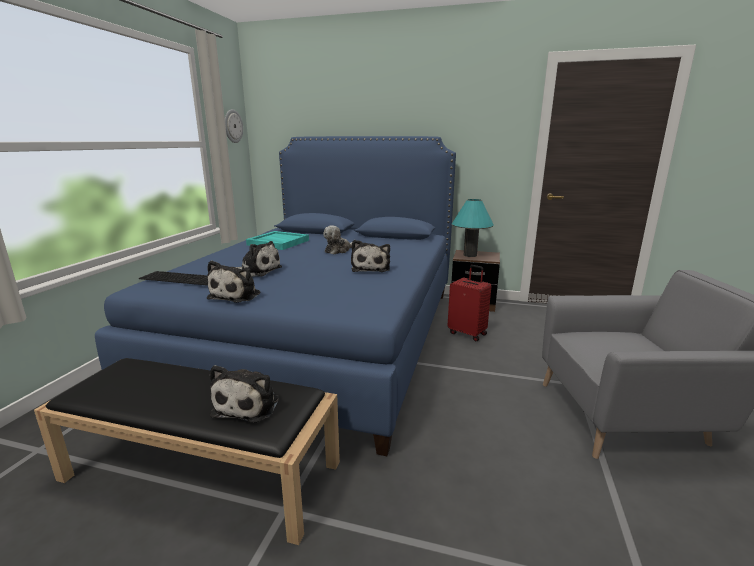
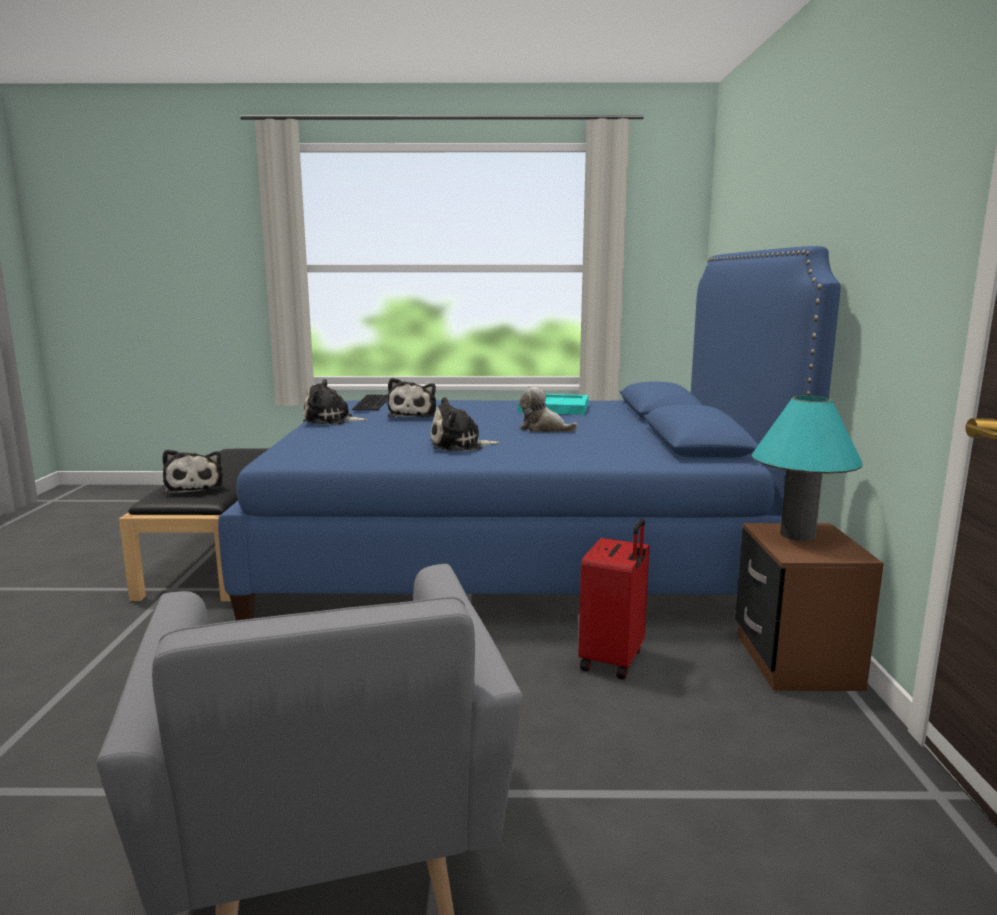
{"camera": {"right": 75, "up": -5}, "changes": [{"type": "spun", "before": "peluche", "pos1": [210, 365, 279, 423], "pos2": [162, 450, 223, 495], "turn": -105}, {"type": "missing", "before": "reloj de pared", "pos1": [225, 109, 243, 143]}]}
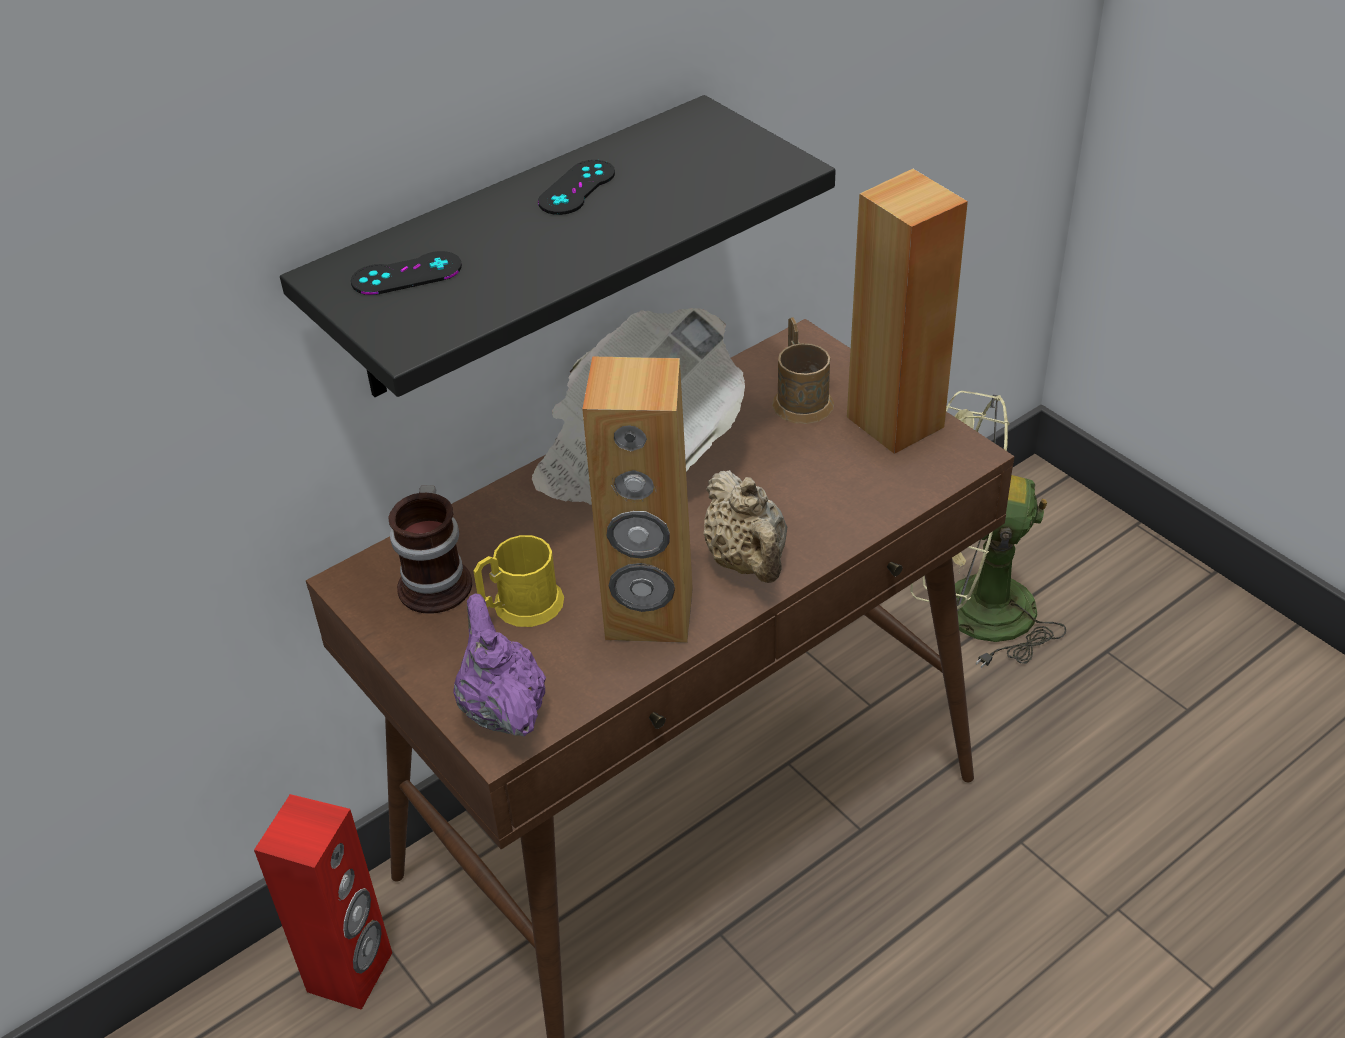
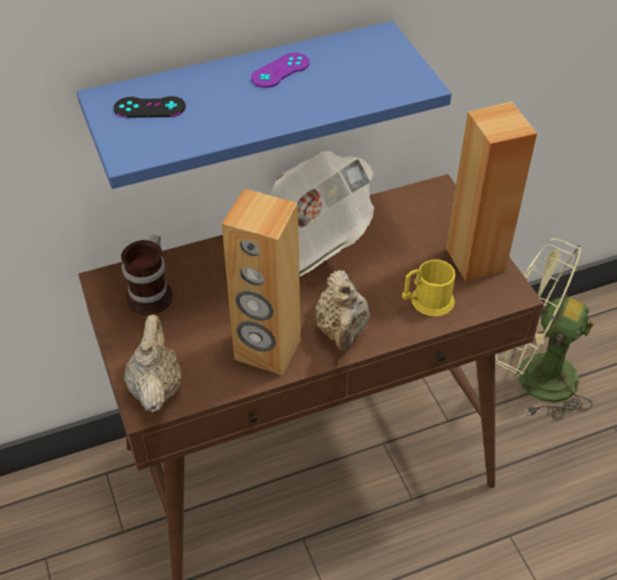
{"camera": {"right": 15, "up": 5}, "changes": [{"type": "colour", "before": "estante (negro)", "after": "estante (azul)", "pos1": [280, 95, 836, 397], "pos2": [77, 21, 452, 189]}, {"type": "colour", "before": "tetera (morado)", "after": "tetera (beis)", "pos1": [453, 594, 546, 737], "pos2": [124, 314, 182, 413]}, {"type": "colour", "before": "mando de consola (negro)", "after": "mando de consola (morado)", "pos1": [538, 160, 615, 215], "pos2": [251, 53, 310, 88]}, {"type": "relocated", "before": "taza grande (amarillo)", "pos1": [473, 535, 564, 627], "pos2": [402, 260, 455, 316]}, {"type": "missing", "before": "altavoz (rojo)", "pos1": [254, 794, 392, 1010]}, {"type": "missing", "before": "taza grande (marrón)", "pos1": [772, 317, 834, 424]}]}
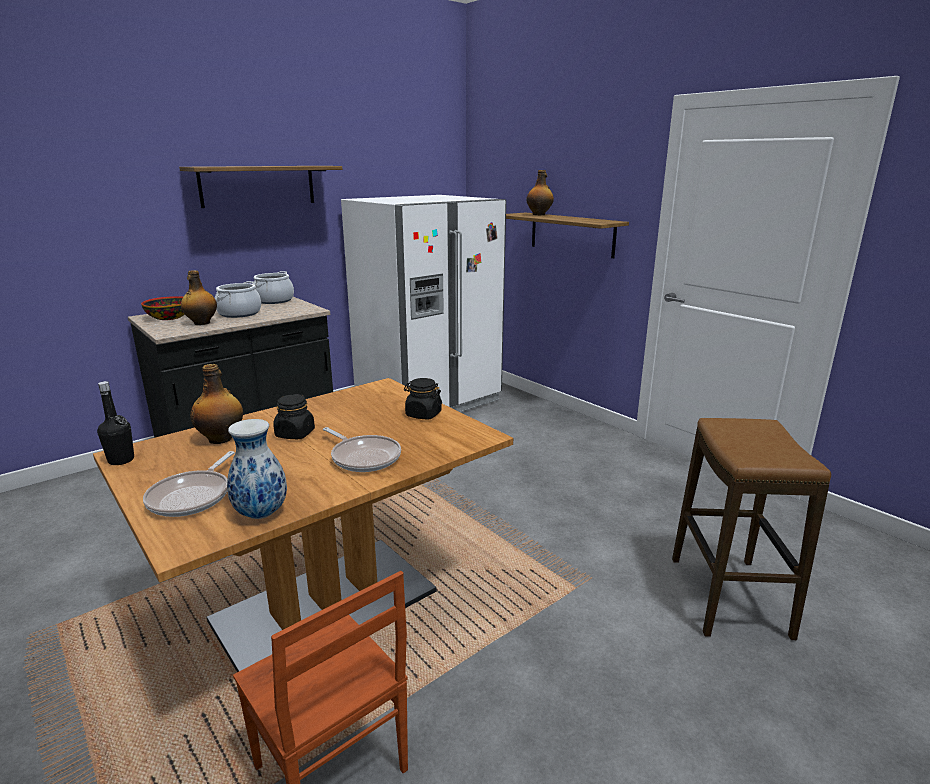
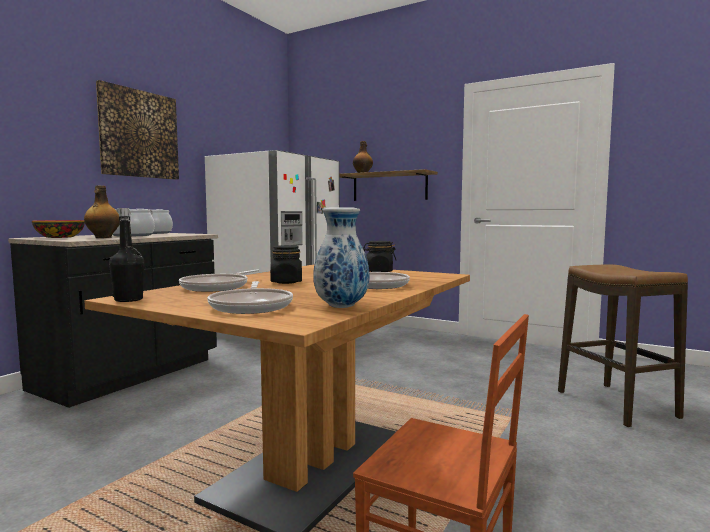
{"camera": {"right": -20, "up": -15}, "changes": [{"type": "exchanged", "before": "estante", "after": "cuadro", "pos1": [179, 166, 342, 208], "pos2": [96, 80, 179, 180]}, {"type": "exchanged", "before": "botella", "after": "sartén", "pos1": [190, 364, 243, 444], "pos2": [179, 270, 260, 292]}]}
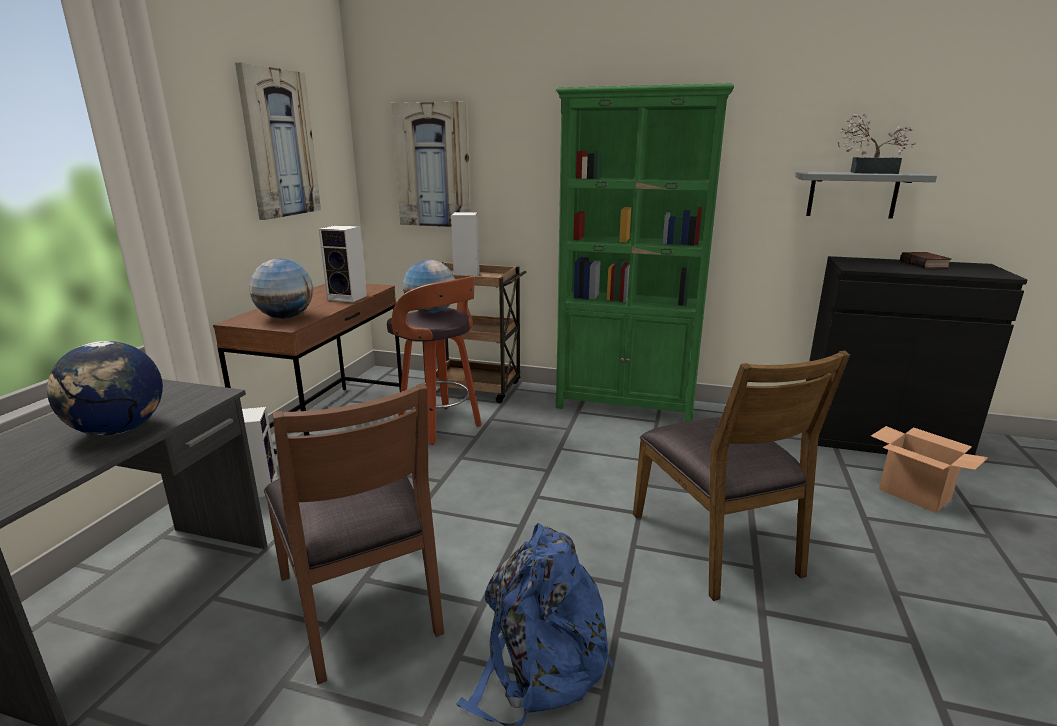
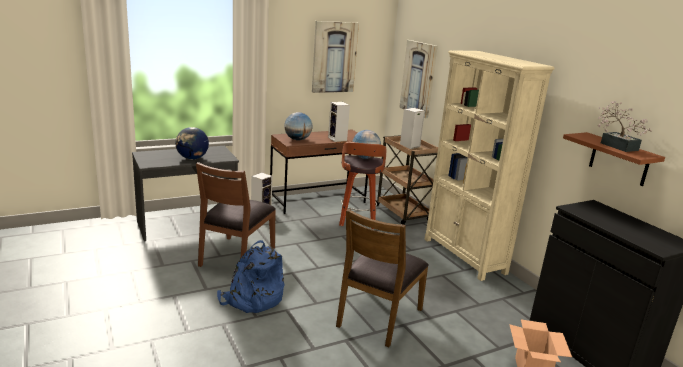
{"camera": {"right": 45, "up": 0}, "changes": [{"type": "colour", "before": "estantería (verde)", "after": "estantería (beis)", "pos1": [556, 83, 734, 422], "pos2": [424, 50, 555, 281]}, {"type": "colour", "before": "estante (gris)", "after": "estante (marrón)", "pos1": [795, 171, 937, 219], "pos2": [563, 132, 665, 186]}, {"type": "missing", "before": "libro", "pos1": [900, 252, 952, 268]}]}
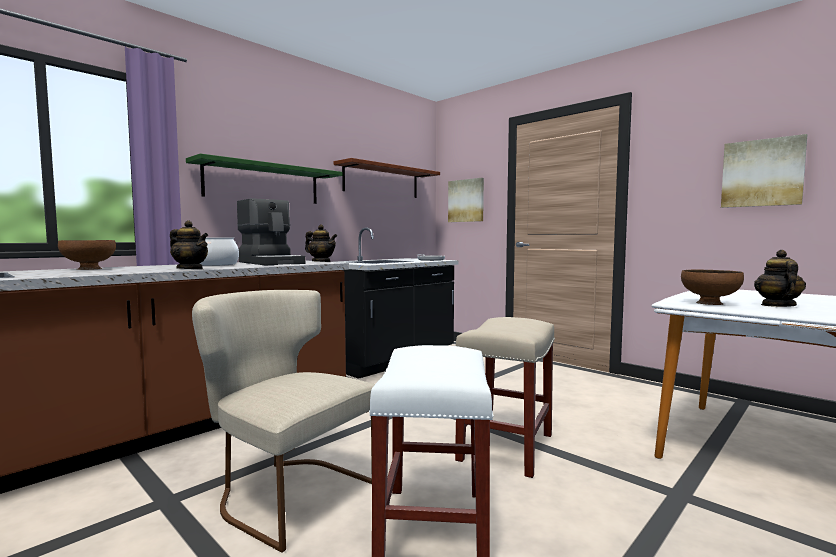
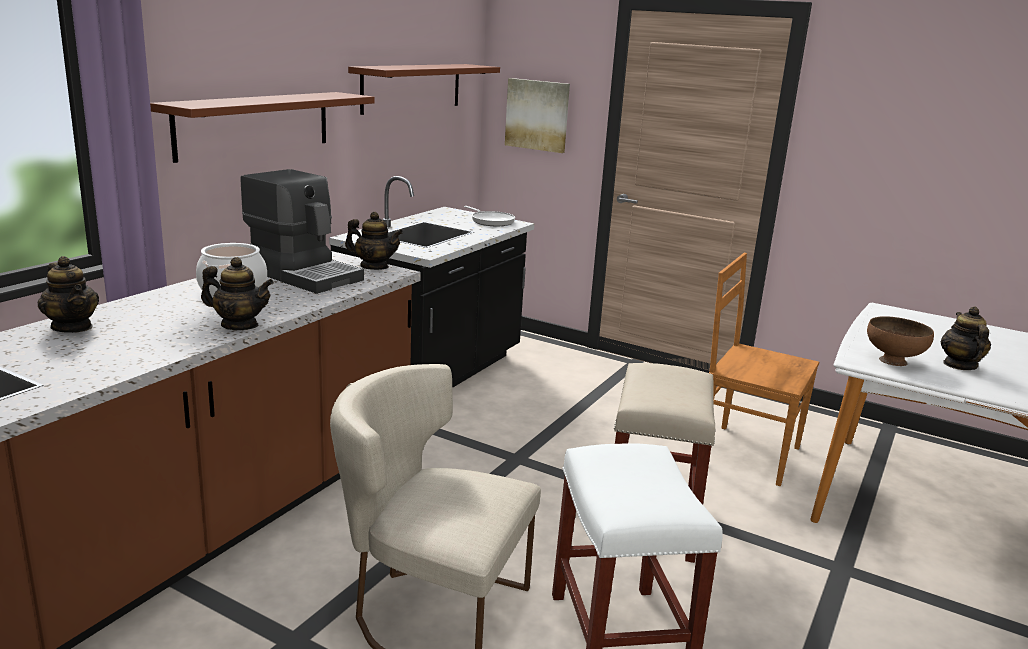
{"camera": {"right": -15, "up": 15}, "changes": [{"type": "exchanged", "before": "cuenco (marrón)", "after": "tetera", "pos1": [58, 240, 116, 270], "pos2": [38, 256, 99, 333]}, {"type": "colour", "before": "estante (verde)", "after": "estante (marrón)", "pos1": [186, 153, 342, 204], "pos2": [150, 92, 375, 163]}, {"type": "appeared", "after": "silla (marrón)", "pos2": [709, 253, 819, 486]}, {"type": "missing", "before": "cuadro", "pos1": [721, 134, 807, 208]}]}
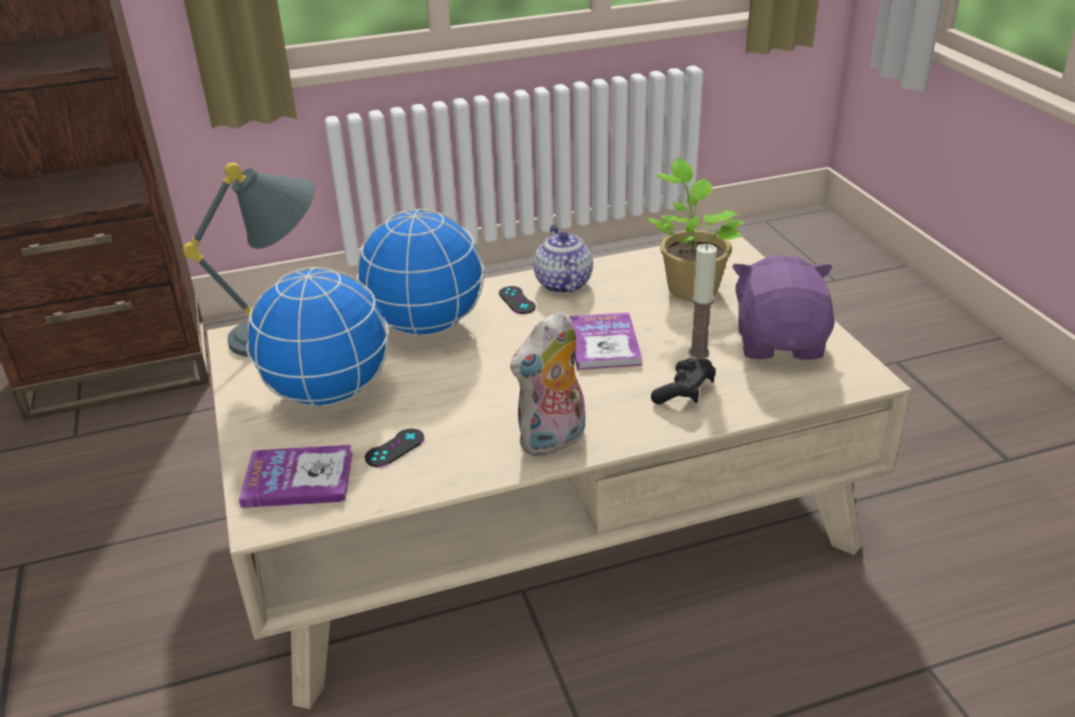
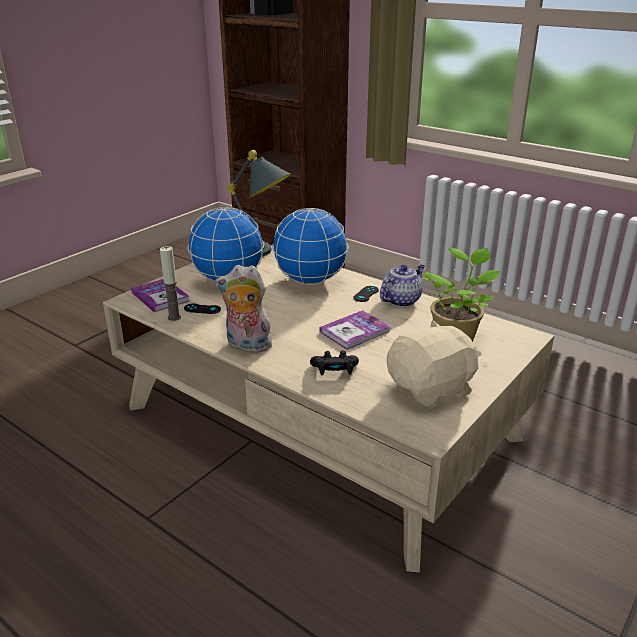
{"camera": {"right": 55, "up": -5}, "changes": [{"type": "relocated", "before": "vela", "pos1": [689, 244, 717, 359], "pos2": [160, 246, 181, 321]}, {"type": "colour", "before": "peluche (morado)", "after": "peluche (beis)", "pos1": [732, 255, 835, 360], "pos2": [387, 320, 482, 409]}]}
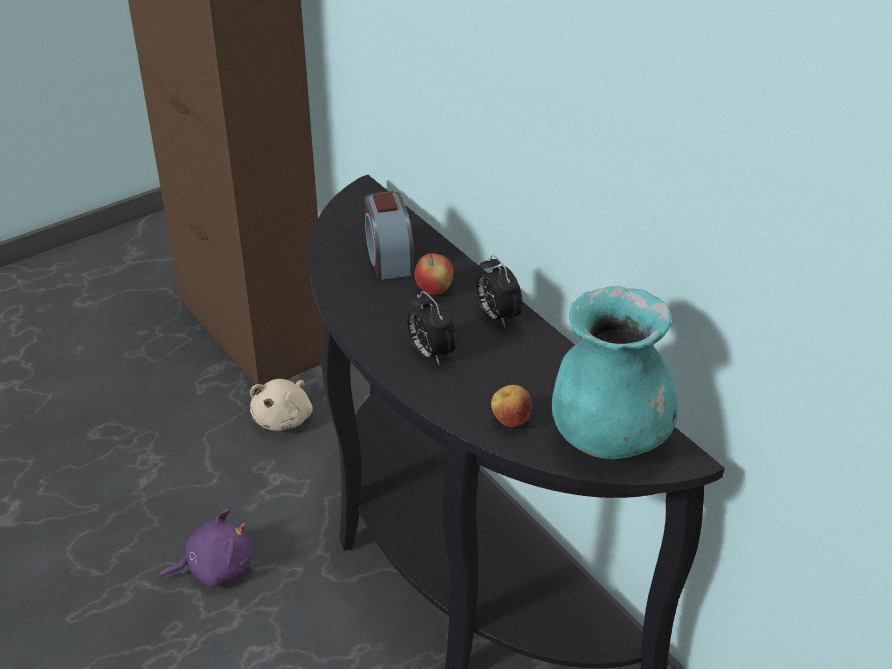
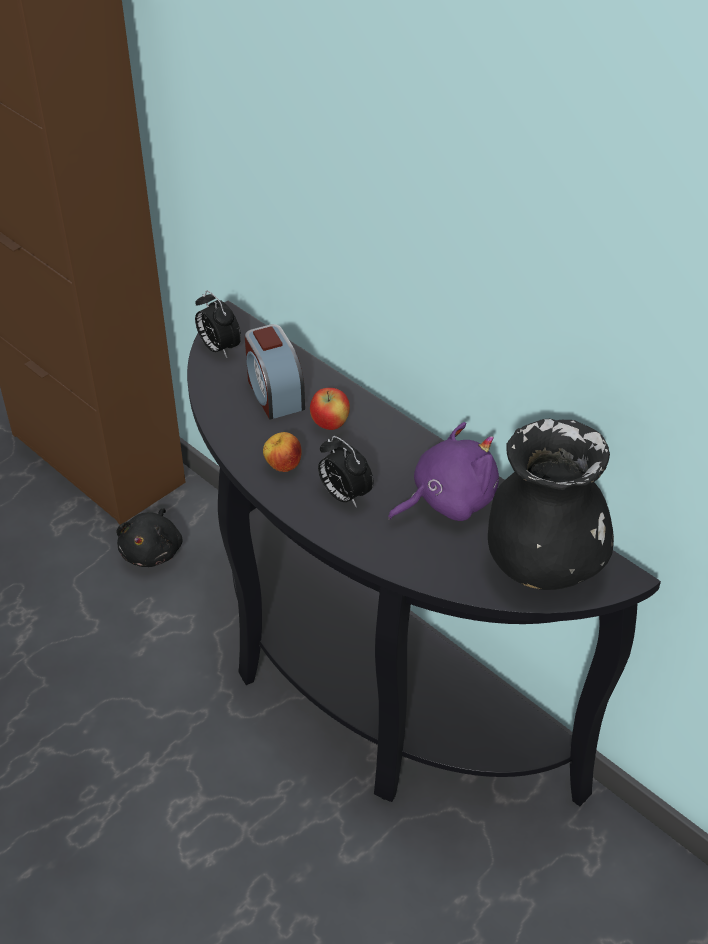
{"camera": {"right": -10, "up": 5}, "changes": [{"type": "colour", "before": "peluche (beis)", "after": "peluche (negro)", "pos1": [250, 379, 313, 431], "pos2": [116, 508, 183, 567]}, {"type": "relocated", "before": "despertador", "pos1": [476, 255, 523, 328], "pos2": [195, 291, 241, 358]}, {"type": "relocated", "before": "manzana", "pos1": [491, 385, 532, 427], "pos2": [263, 432, 302, 472]}, {"type": "relocated", "before": "peluche (morado)", "pos1": [159, 509, 252, 587], "pos2": [388, 422, 499, 521]}, {"type": "colour", "before": "florero (turquesa)", "after": "florero (negro)", "pos1": [552, 286, 678, 459], "pos2": [488, 419, 614, 590]}]}
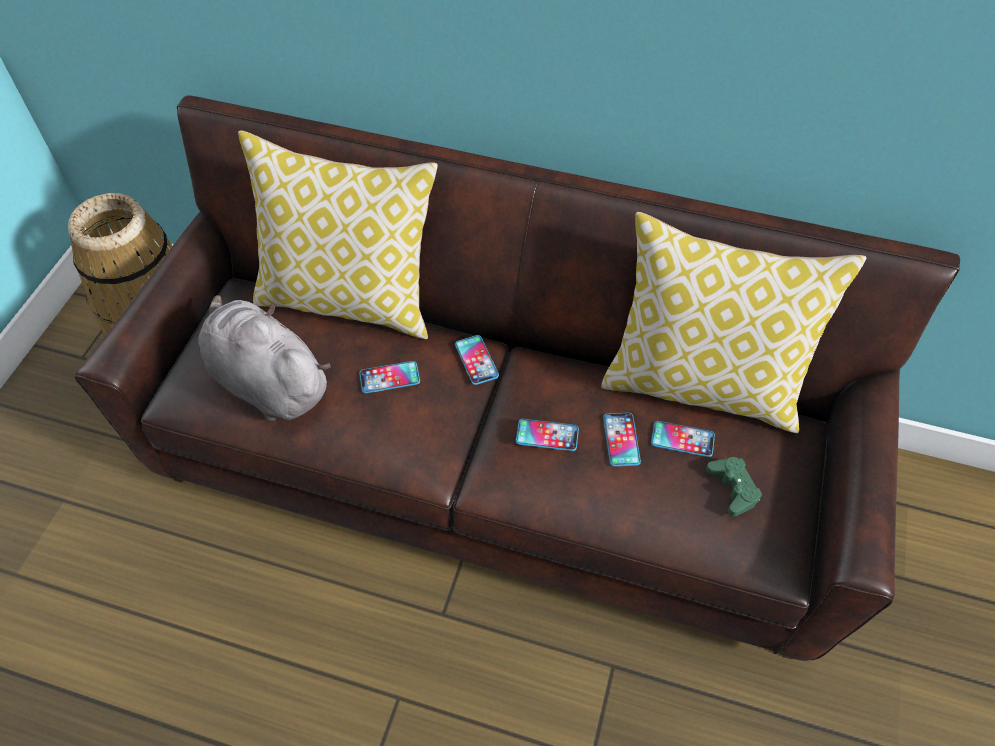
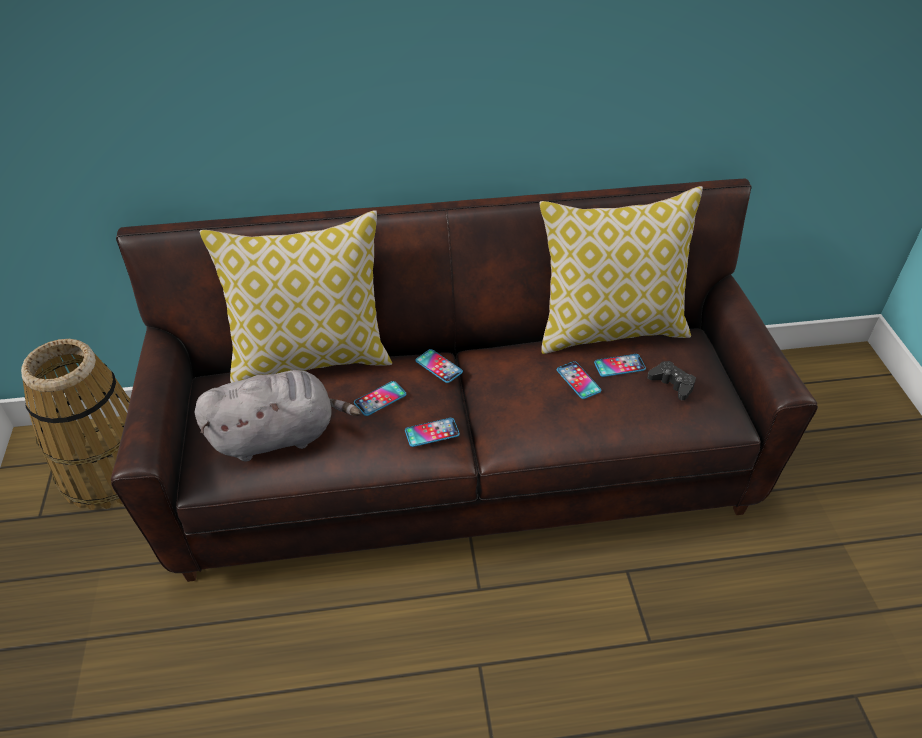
{"camera": {"right": -25, "up": -10}, "changes": [{"type": "spun", "before": "peluche (gris)", "pos1": [198, 295, 331, 421], "pos2": [194, 370, 361, 462], "turn": 150}, {"type": "relocated", "before": "móvil", "pos1": [516, 419, 579, 451], "pos2": [405, 418, 460, 447]}, {"type": "colour", "before": "mando de consola (verde)", "after": "mando de consola (negro)", "pos1": [706, 457, 762, 517], "pos2": [647, 361, 696, 400]}]}
